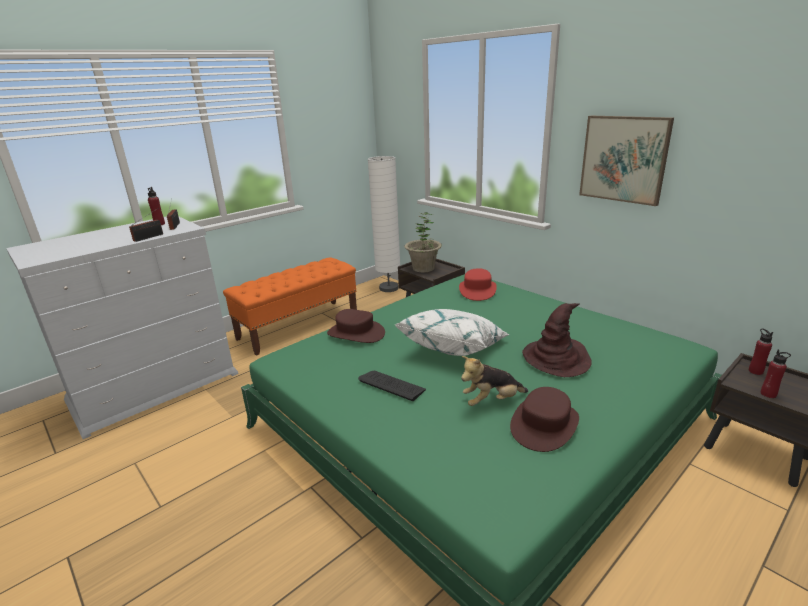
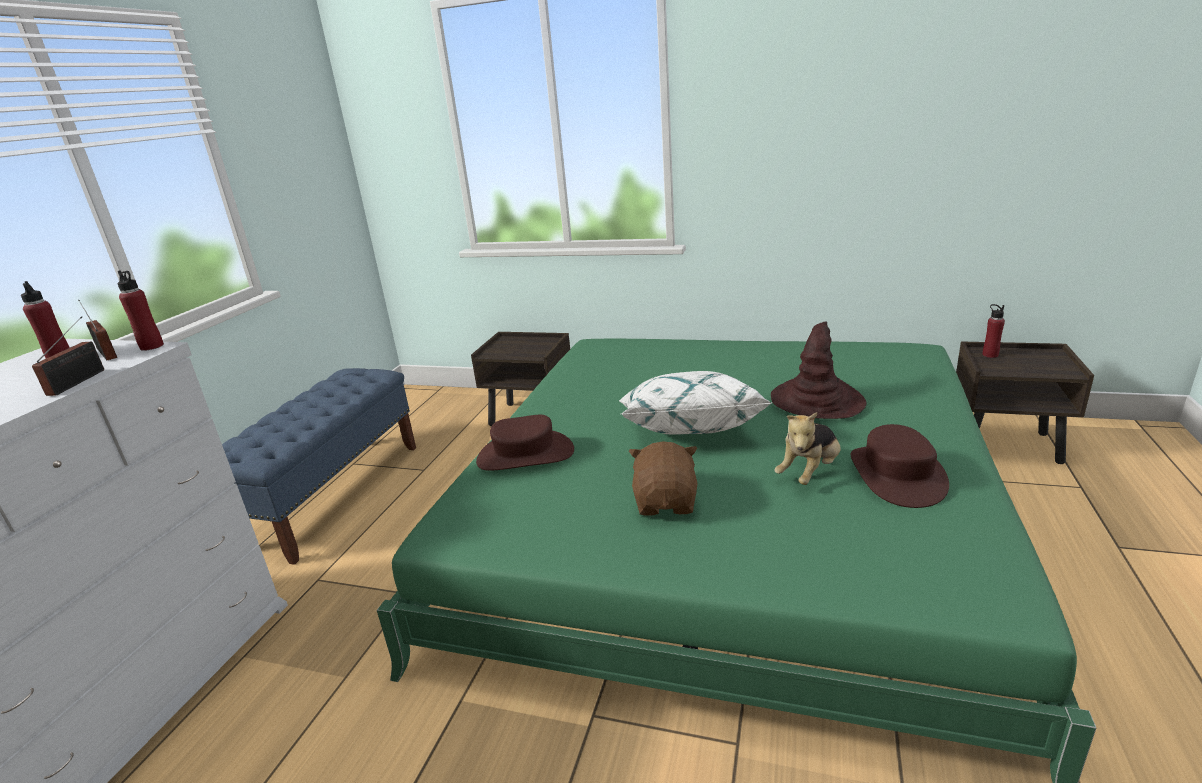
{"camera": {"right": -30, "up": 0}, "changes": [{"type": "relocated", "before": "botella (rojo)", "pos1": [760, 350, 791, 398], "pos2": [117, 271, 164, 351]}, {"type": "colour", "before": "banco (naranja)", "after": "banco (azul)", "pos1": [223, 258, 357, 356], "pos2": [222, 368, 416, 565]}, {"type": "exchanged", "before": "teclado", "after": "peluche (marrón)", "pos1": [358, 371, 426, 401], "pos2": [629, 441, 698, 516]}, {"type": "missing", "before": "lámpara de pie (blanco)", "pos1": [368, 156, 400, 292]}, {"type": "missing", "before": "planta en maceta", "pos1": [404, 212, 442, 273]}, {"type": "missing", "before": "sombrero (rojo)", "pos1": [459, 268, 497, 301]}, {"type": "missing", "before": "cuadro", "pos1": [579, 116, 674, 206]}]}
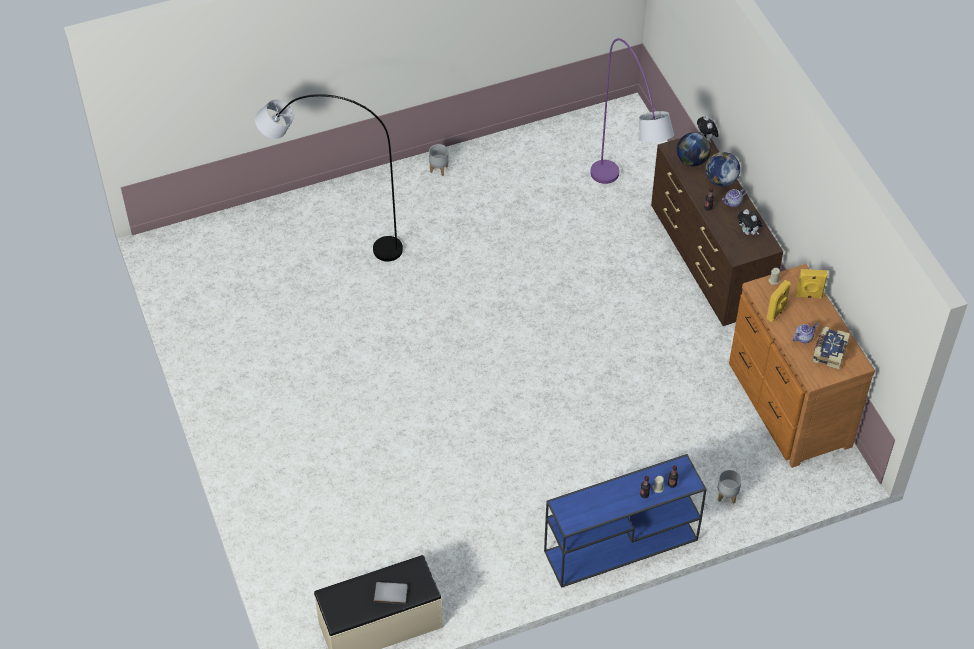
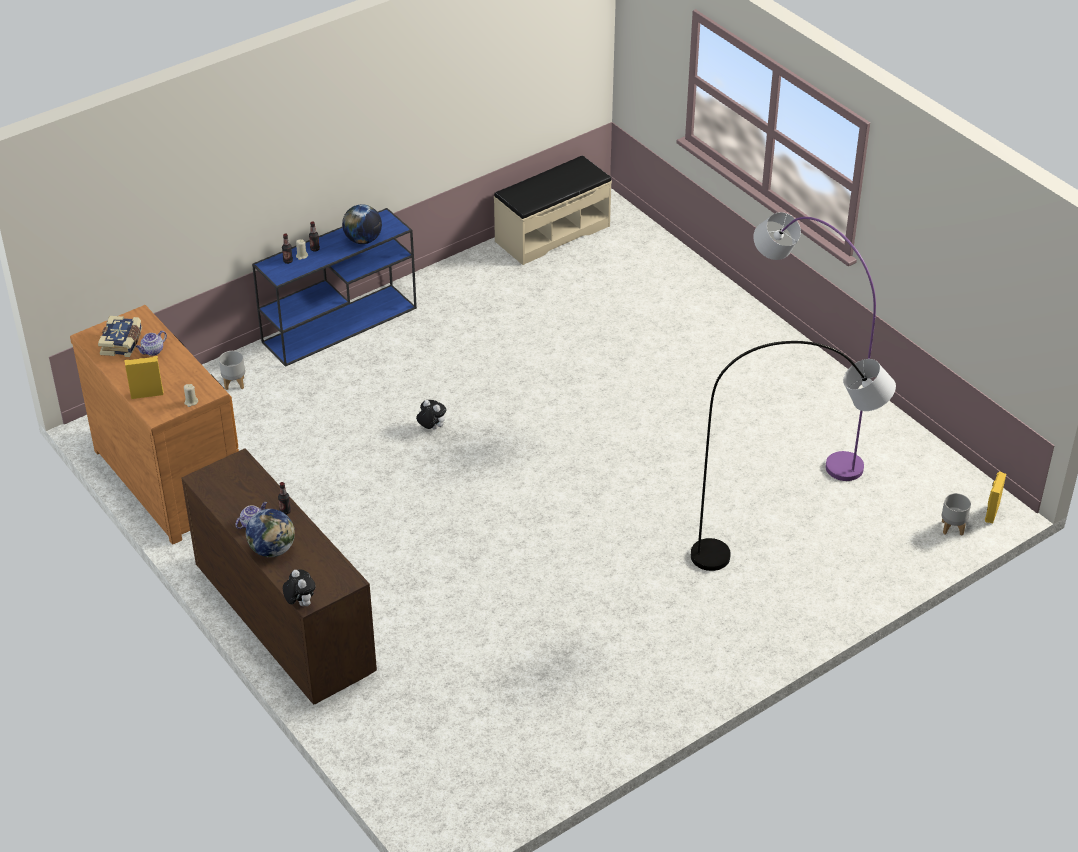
{"camera": {"right": 165, "up": -10}, "changes": [{"type": "relocated", "before": "globo terráqueo", "pos1": [677, 132, 711, 167], "pos2": [342, 204, 382, 244]}, {"type": "relocated", "before": "peluche", "pos1": [737, 209, 762, 235], "pos2": [416, 400, 446, 430]}, {"type": "relocated", "before": "lámpara de pie (morado)", "pos1": [590, 38, 674, 184], "pos2": [753, 212, 876, 481]}, {"type": "relocated", "before": "maceta (gris)", "pos1": [429, 144, 449, 176], "pos2": [942, 493, 971, 536]}, {"type": "relocated", "before": "altavoz (amarillo)", "pos1": [766, 280, 791, 322], "pos2": [985, 471, 1006, 524]}, {"type": "missing", "before": "libro (gris)", "pos1": [374, 582, 408, 604]}]}
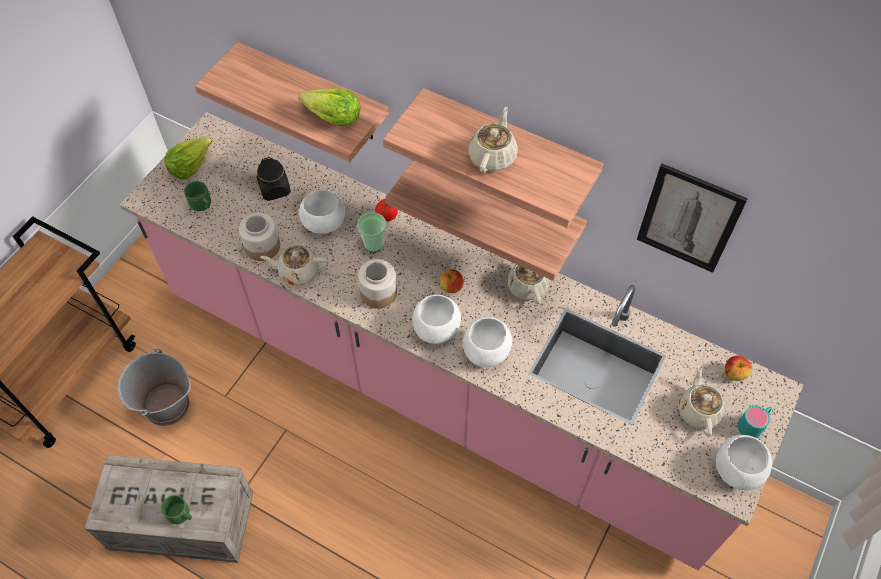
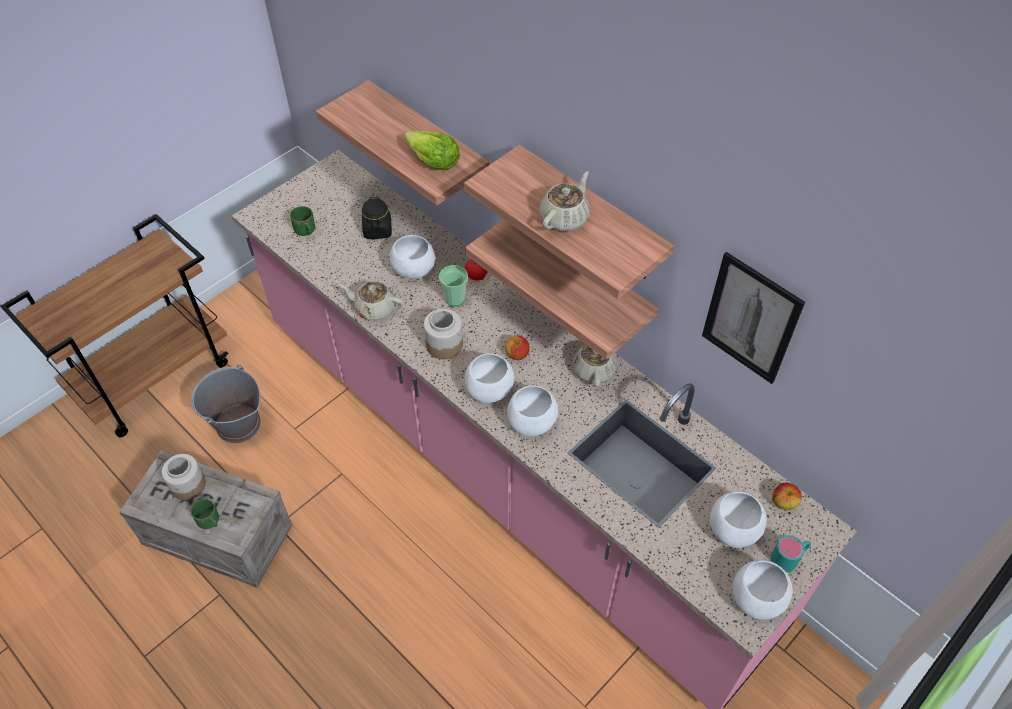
{"camera": {"right": 15, "up": -5}, "changes": [{"type": "relocated", "before": "tarro", "pos1": [239, 213, 280, 261], "pos2": [162, 454, 206, 500]}, {"type": "exchanged", "before": "tetera (beis)", "after": "cuenco (blanco)", "pos1": [679, 365, 725, 437], "pos2": [710, 491, 767, 548]}, {"type": "missing", "before": "lechuga", "pos1": [164, 136, 212, 180]}]}
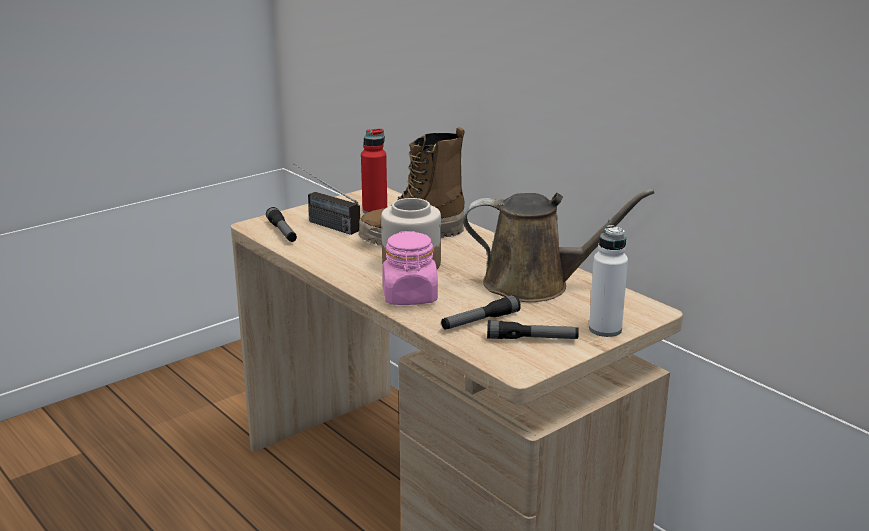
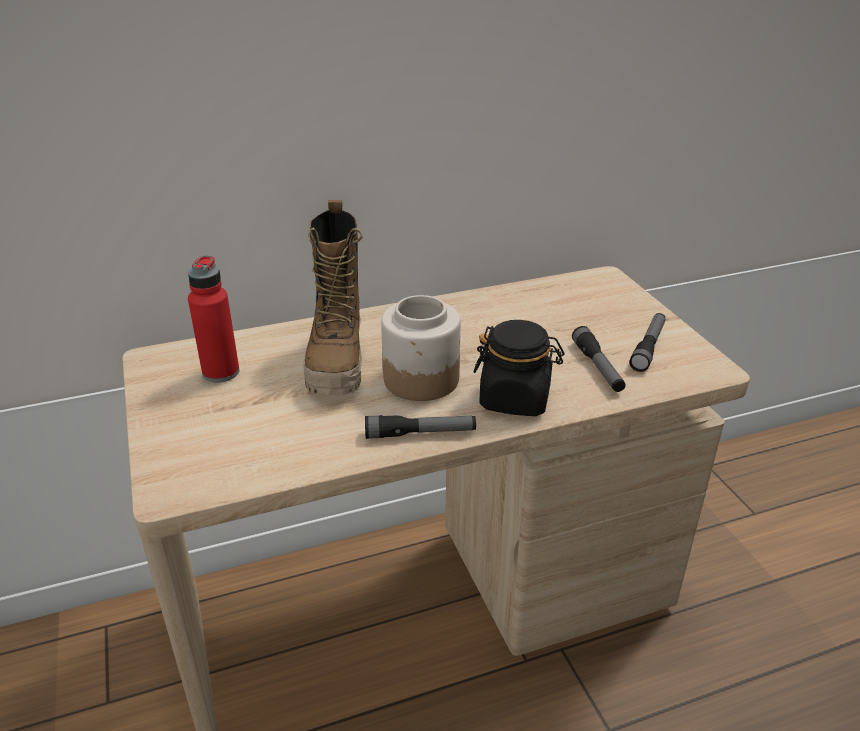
{"camera": {"right": -70, "up": 10}, "changes": [{"type": "relocated", "before": "linterna", "pos1": [266, 207, 297, 242], "pos2": [365, 415, 476, 439]}, {"type": "colour", "before": "tarro (rosa)", "after": "tarro (negro)", "pos1": [382, 231, 438, 305], "pos2": [473, 320, 565, 416]}, {"type": "missing", "before": "radio", "pos1": [293, 163, 360, 235]}, {"type": "missing", "before": "regadera (marrón)", "pos1": [463, 189, 654, 302]}, {"type": "missing", "before": "botella (blanco)", "pos1": [589, 225, 628, 337]}]}
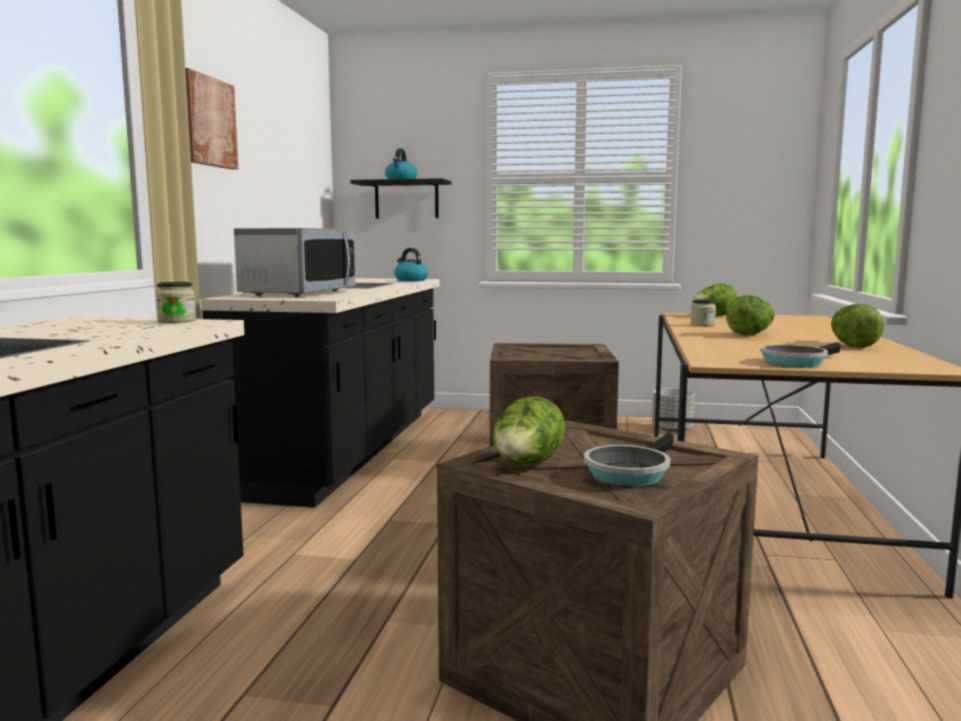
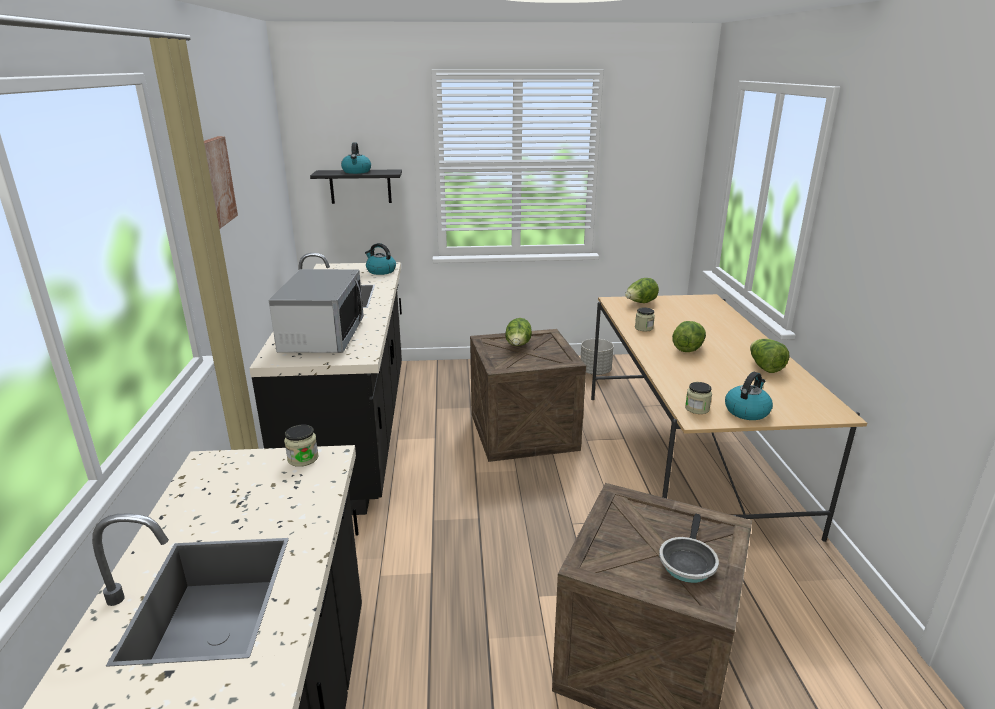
{"camera": {"right": -15, "up": 15}, "changes": [{"type": "relocated", "before": "lechuga", "pos1": [493, 396, 565, 465], "pos2": [505, 318, 532, 346]}, {"type": "appeared", "after": "tarro", "pos2": [685, 382, 712, 414]}, {"type": "exchanged", "before": "sartén", "after": "hervidor", "pos1": [760, 342, 841, 368], "pos2": [725, 372, 773, 420]}]}
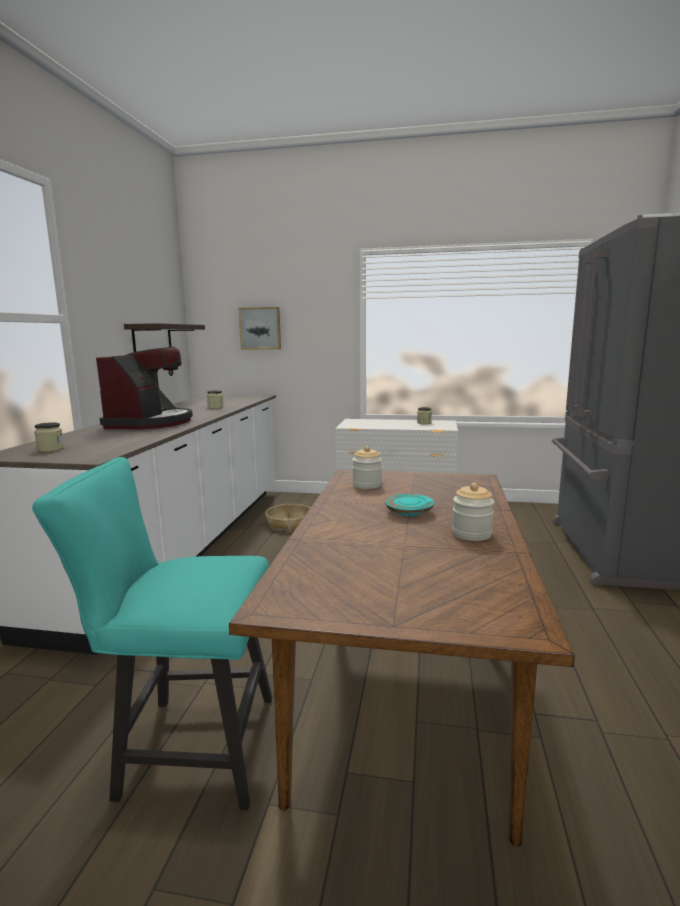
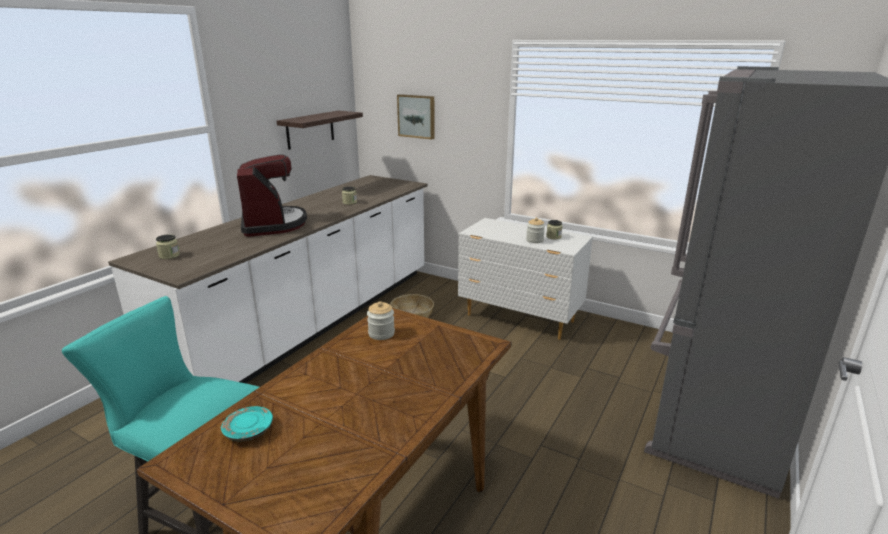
{"camera": {"right": 20, "up": 10}, "changes": [{"type": "relocated", "before": "plato (turquesa)", "pos1": [385, 494, 434, 516], "pos2": [221, 406, 273, 441]}, {"type": "spun", "before": "cafetera", "pos1": [96, 347, 193, 429], "pos2": [237, 154, 307, 237], "turn": -45}, {"type": "relocated", "before": "tarro", "pos1": [452, 483, 494, 541], "pos2": [526, 218, 545, 243]}]}
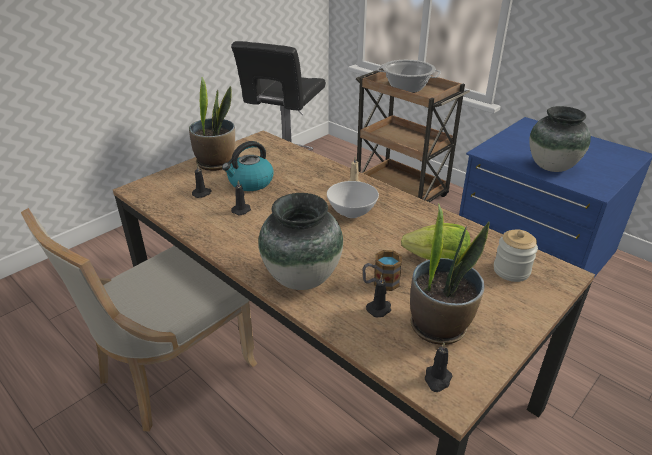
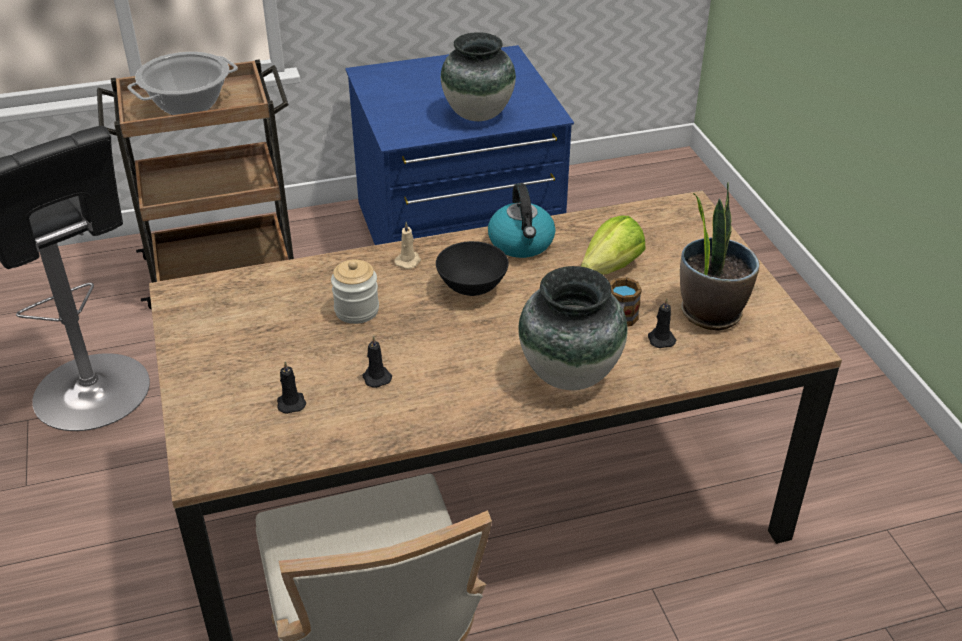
{"camera": {"right": -60, "up": 5}, "changes": [{"type": "relocated", "before": "tarro", "pos1": [494, 229, 538, 282], "pos2": [331, 259, 379, 324]}, {"type": "colour", "before": "cuenco (blanco)", "after": "cuenco (negro)", "pos1": [327, 181, 379, 218], "pos2": [436, 241, 509, 296]}, {"type": "relocated", "before": "hervidor", "pos1": [222, 141, 274, 191], "pos2": [488, 183, 555, 258]}, {"type": "missing", "before": "planta en maceta", "pos1": [189, 77, 235, 171]}, {"type": "missing", "before": "vela (negro)", "pos1": [425, 342, 453, 392]}]}
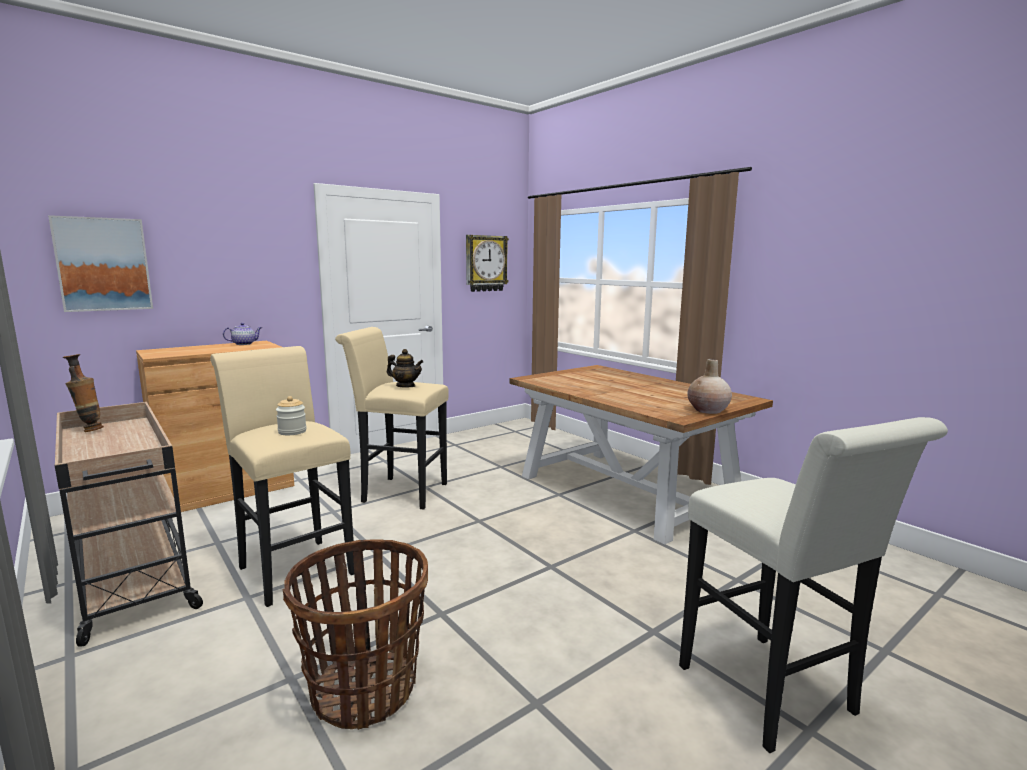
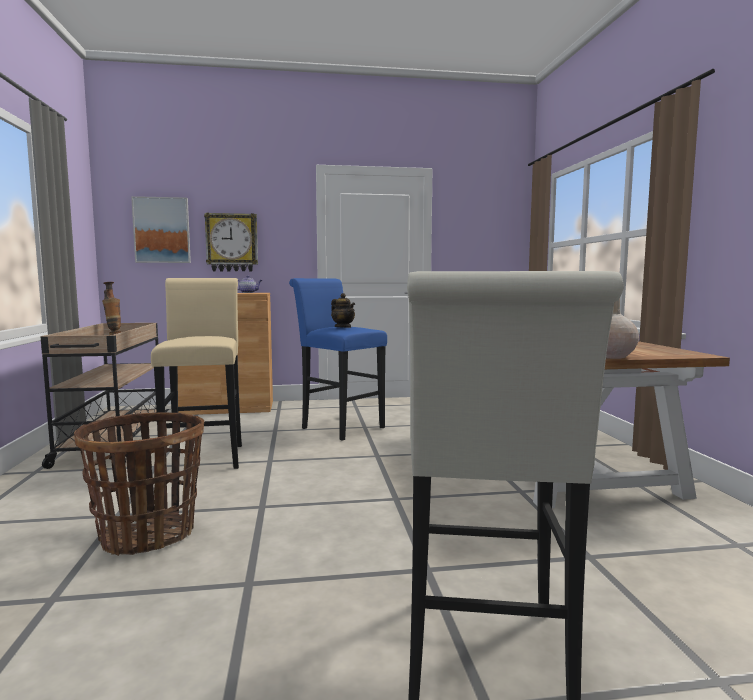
{"camera": {"right": 30, "up": -5}, "changes": [{"type": "relocated", "before": "reloj de pared", "pos1": [466, 235, 509, 292], "pos2": [204, 213, 258, 271]}, {"type": "colour", "before": "taburete (beis)", "after": "taburete (azul)", "pos1": [335, 327, 449, 510], "pos2": [289, 278, 387, 441]}, {"type": "missing", "before": "tarro", "pos1": [276, 396, 307, 435]}]}
